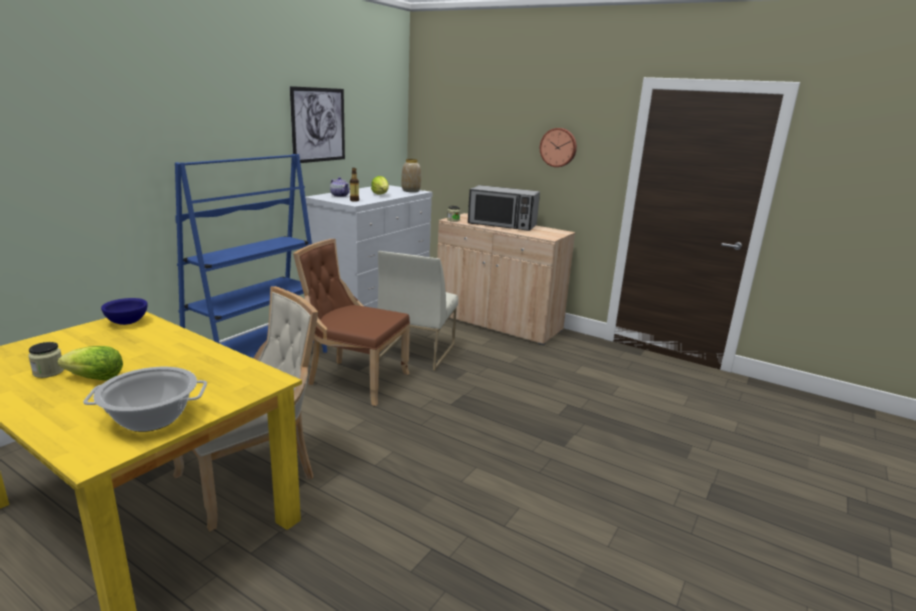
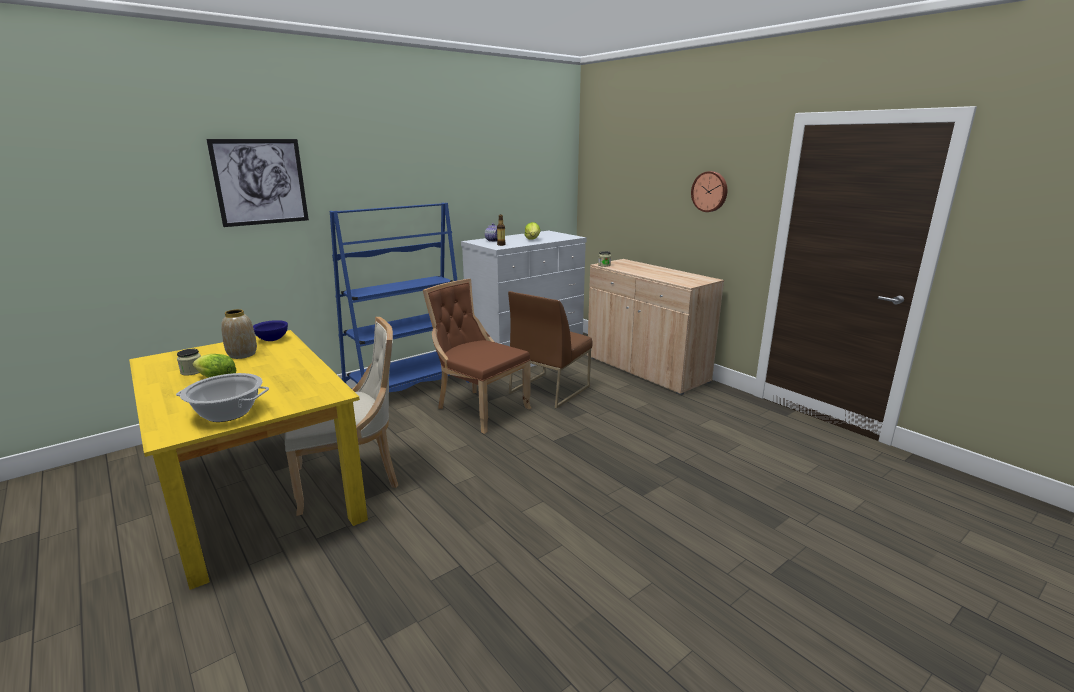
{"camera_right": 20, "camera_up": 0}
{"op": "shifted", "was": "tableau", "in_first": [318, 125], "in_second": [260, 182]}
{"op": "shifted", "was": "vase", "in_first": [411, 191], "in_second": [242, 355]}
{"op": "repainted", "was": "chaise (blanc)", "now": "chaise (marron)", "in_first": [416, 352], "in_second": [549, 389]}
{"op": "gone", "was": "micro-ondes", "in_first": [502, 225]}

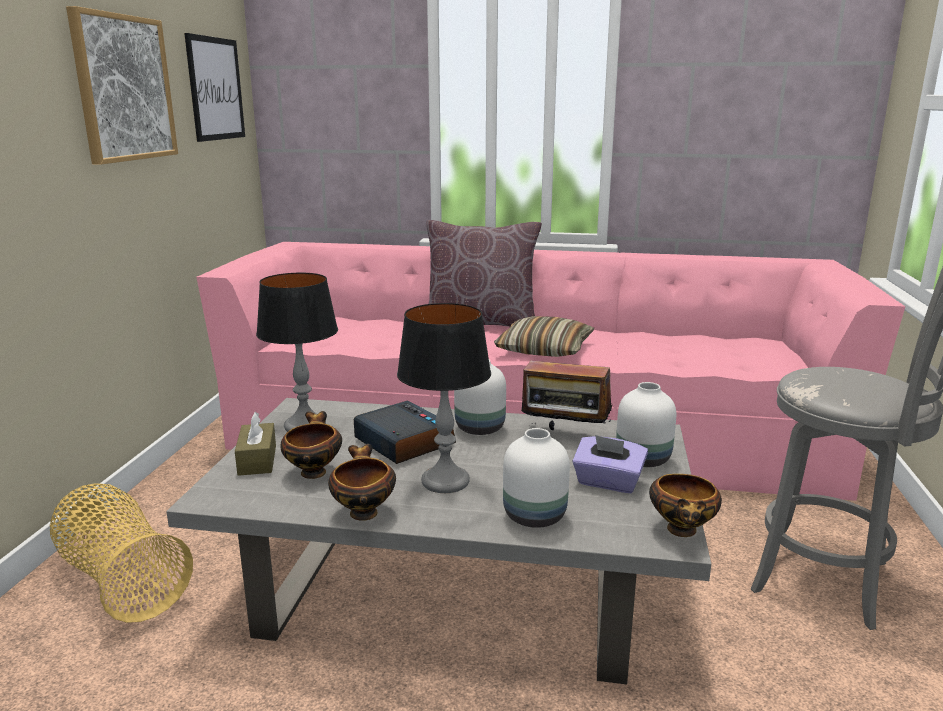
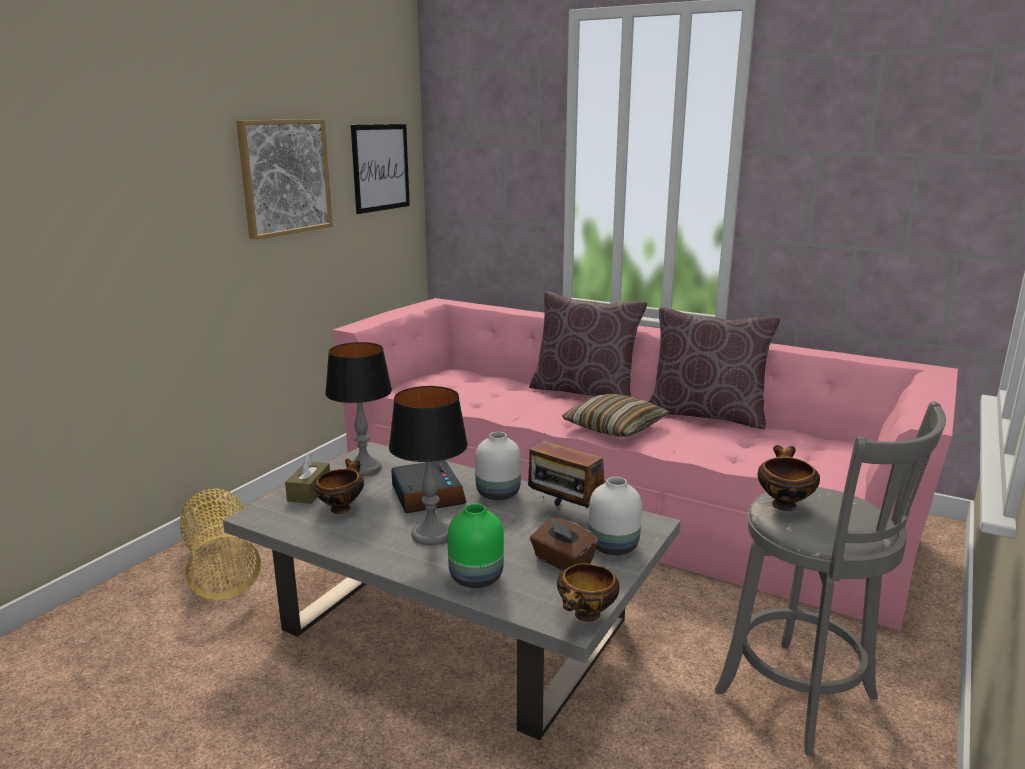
{"camera_right": 20, "camera_up": 0}
{"op": "repainted", "was": "vase (blanc)", "now": "vase (vert)", "in_first": [536, 516], "in_second": [477, 577]}
{"op": "repainted", "was": "boîte à mouchoirs (violet)", "now": "boîte à mouchoirs (marron)", "in_first": [608, 482], "in_second": [562, 561]}
{"op": "new", "now": "coussin (marron)", "in_second": [706, 415]}
{"op": "shifted", "was": "bol", "in_first": [363, 512], "in_second": [783, 504]}

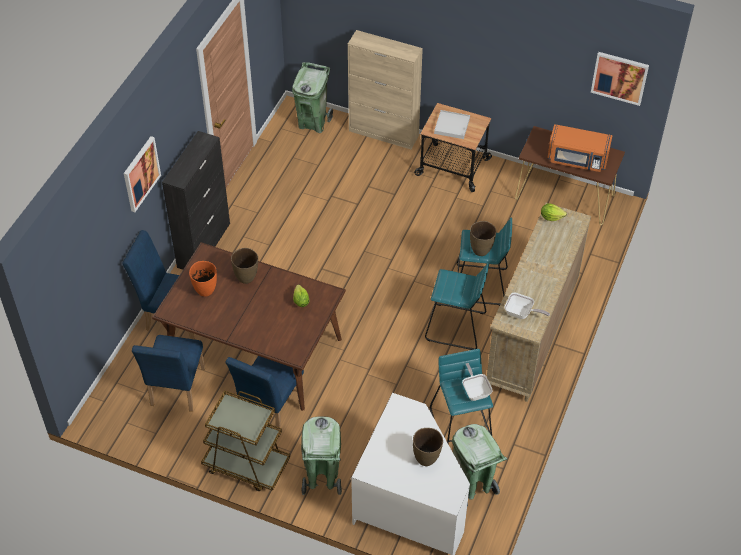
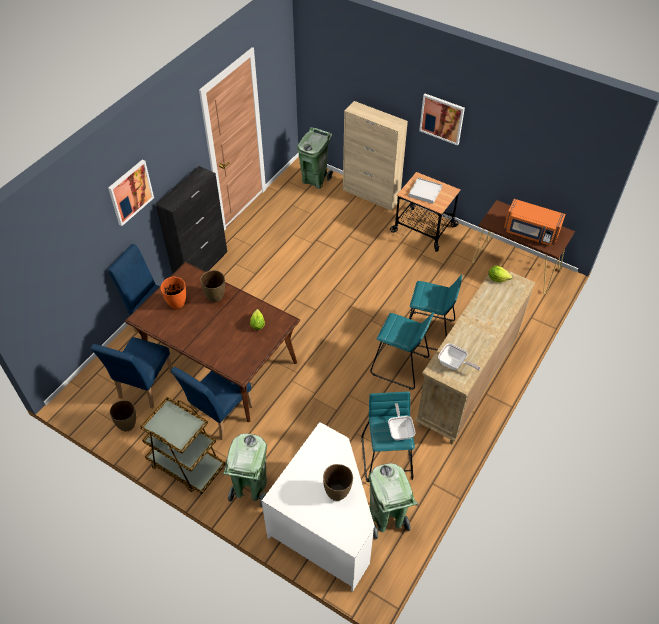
{"camera_right": 10, "camera_up": 0}
{"op": "shifted", "was": "vase (marron)", "in_first": [481, 250], "in_second": [127, 425]}
{"op": "shifted", "was": "tableau", "in_first": [619, 77], "in_second": [442, 118]}

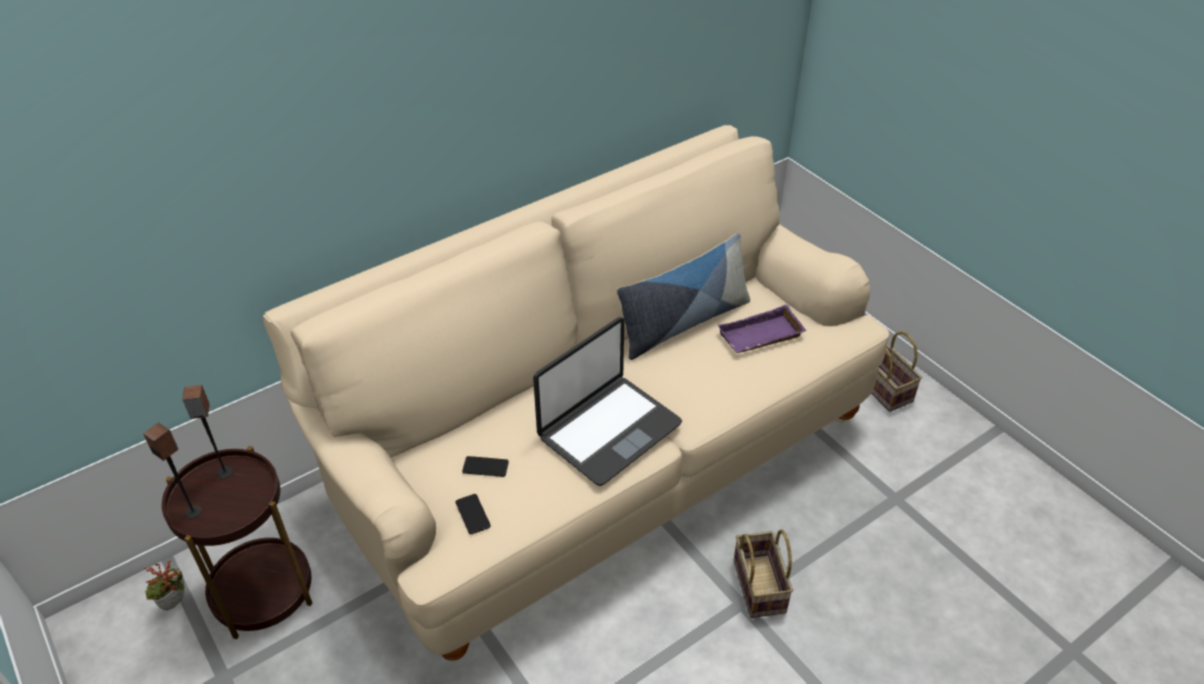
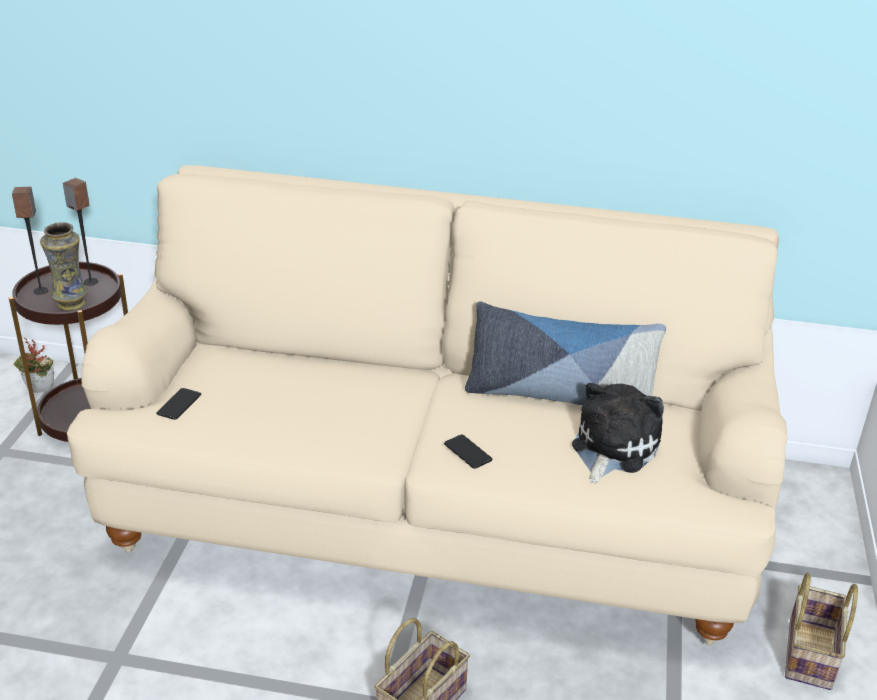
{"camera_right": 45, "camera_up": -10}
{"op": "new", "now": "vase", "in_second": [71, 304]}
{"op": "shifted", "was": "téléphone", "in_first": [485, 467], "in_second": [467, 452]}
{"op": "swapped", "was": "plateau (violet)", "now": "peluche", "in_first": [760, 337], "in_second": [612, 448]}
{"op": "gone", "was": "ordinateur portable", "in_first": [608, 430]}

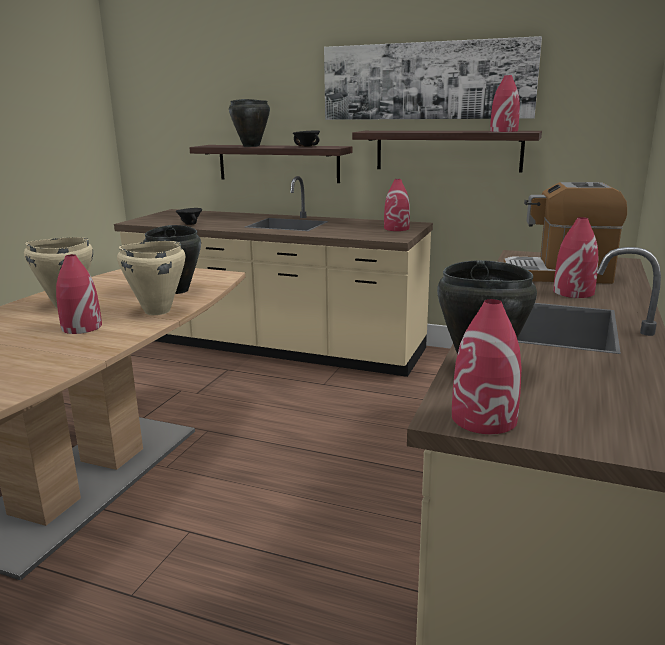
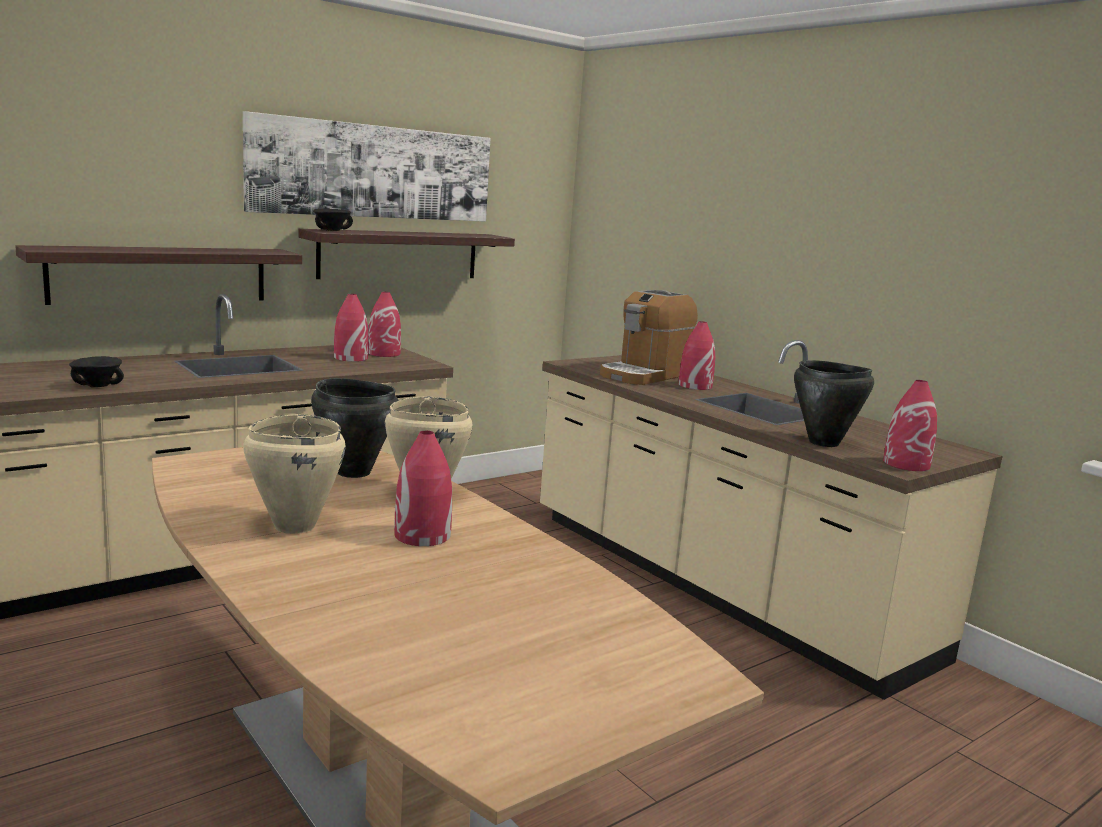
{"camera_right": -60, "camera_up": -5}
{"op": "shifted", "was": "bol (noir)", "in_first": [307, 147], "in_second": [332, 231]}
{"op": "shifted", "was": "vase (rouge)", "in_first": [503, 131], "in_second": [350, 358]}
{"op": "gone", "was": "marmite (noir)", "in_first": [251, 146]}

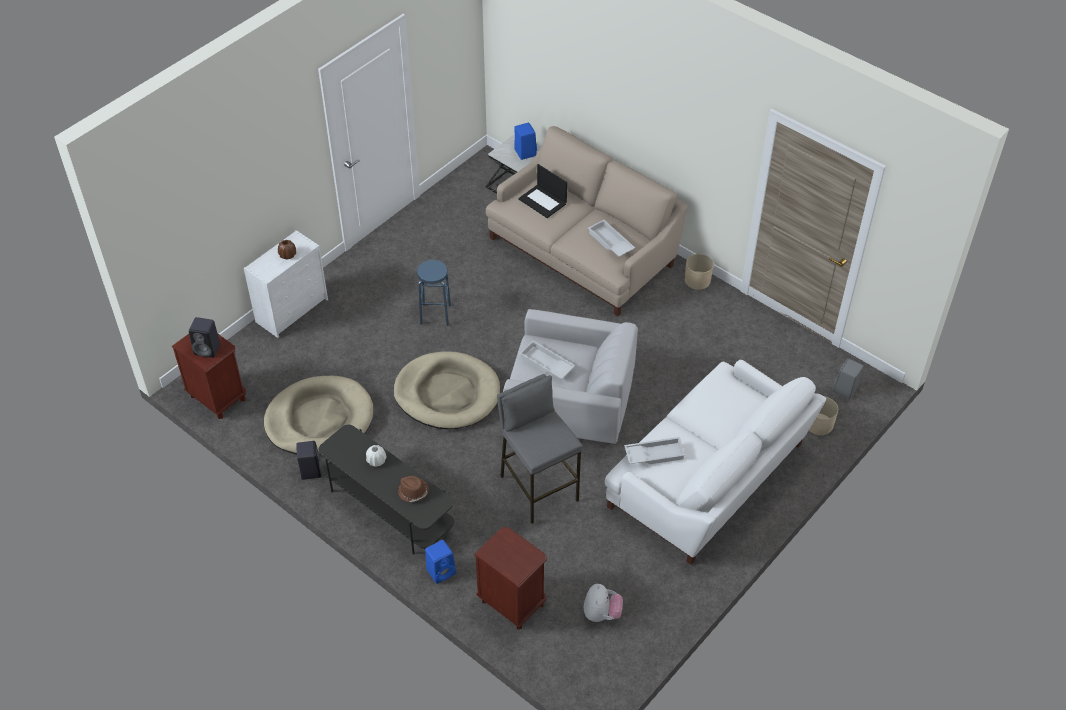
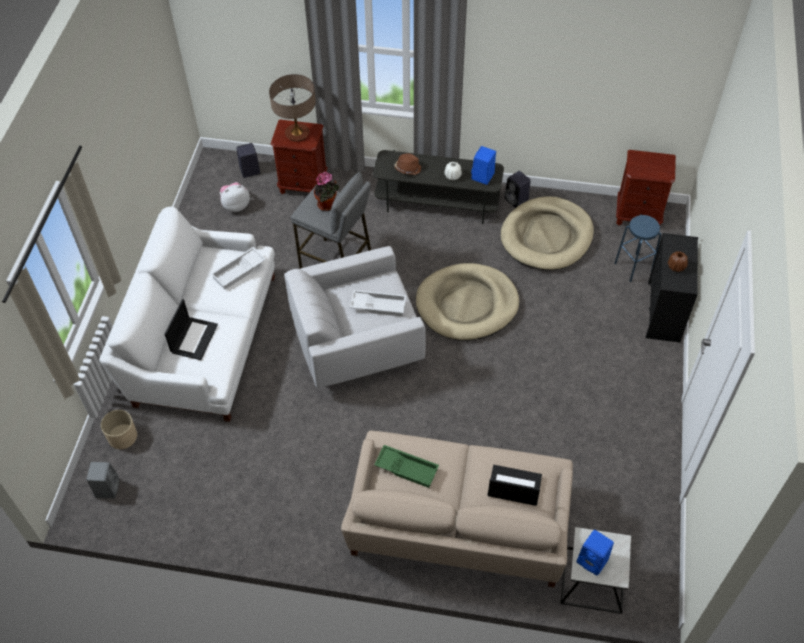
{"camera_right": 150, "camera_up": 5}
{"op": "new", "now": "ordinateur portable", "in_second": [194, 338]}
{"op": "rotated", "was": "peluche", "in_first": [601, 613], "in_second": [236, 205], "clockwise": 90}
{"op": "shifted", "was": "enceinte (noir)", "in_first": [208, 349], "in_second": [249, 171]}
{"op": "new", "now": "lampe de table", "in_second": [297, 134]}
{"op": "new", "now": "plante en pot", "in_second": [327, 205]}
{"op": "repainted", "was": "plateau (blanc)", "now": "plateau (vert)", "in_first": [610, 242], "in_second": [407, 468]}
{"op": "shifted", "was": "enceinte (bleu)", "in_first": [441, 571], "in_second": [482, 177]}
{"op": "shifted", "was": "tabouret (bleu)", "in_first": [435, 314], "in_second": [633, 267]}
{"op": "repainted", "was": "commode (blanc)", "now": "commode (noir)", "in_first": [292, 310], "in_second": [663, 313]}
{"op": "gone", "was": "cache-pot (beige)", "in_first": [697, 280]}

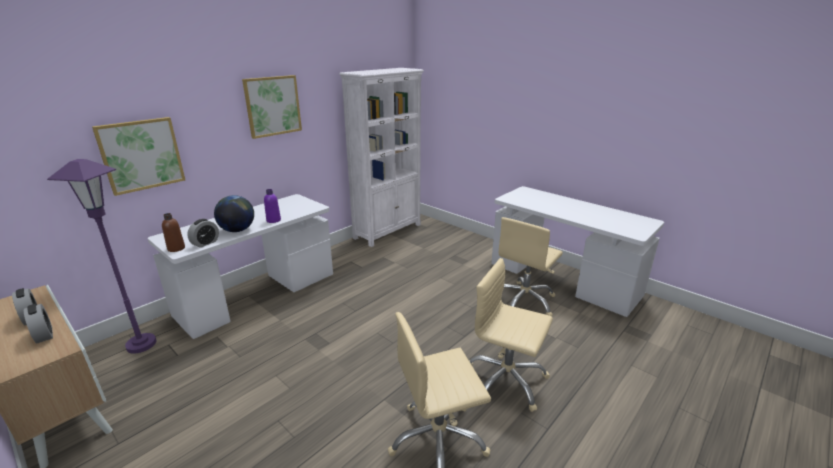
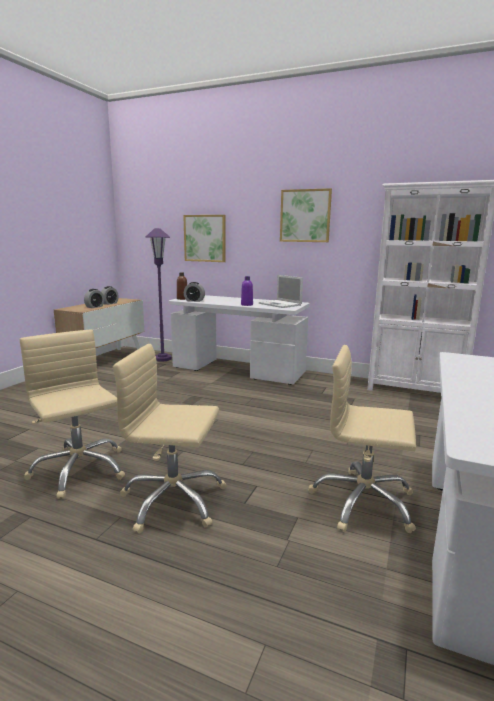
{"camera_right": 70, "camera_up": -10}
{"op": "rotated", "was": "chaise de bureau (beige)", "in_first": [506, 380], "in_second": [173, 500], "clockwise": -90}
{"op": "new", "now": "ordinateur portable", "in_second": [280, 304]}
{"op": "gone", "was": "globe", "in_first": [237, 230]}

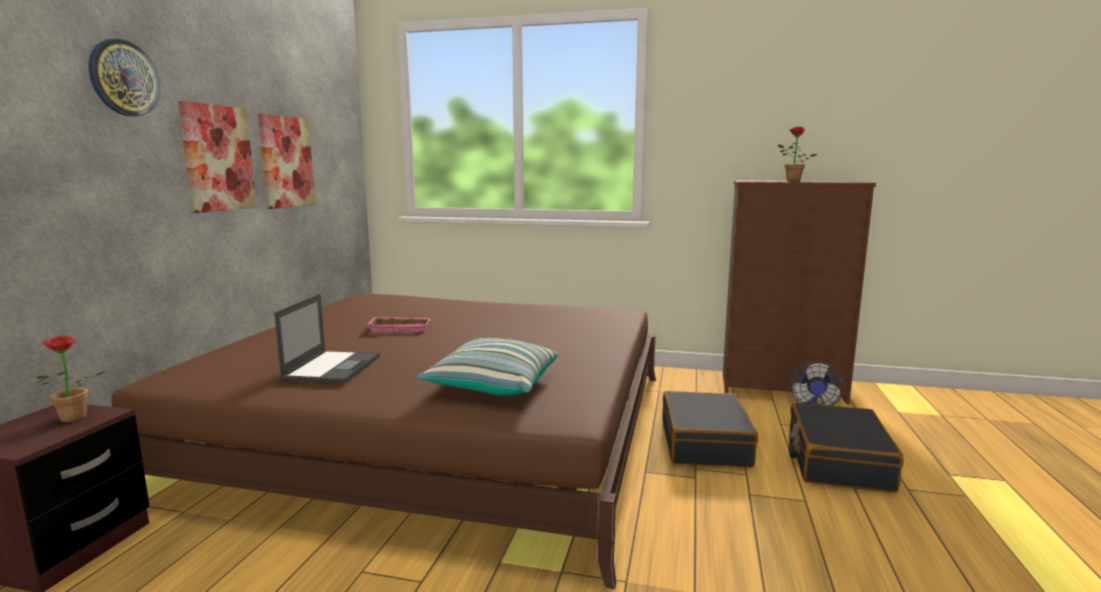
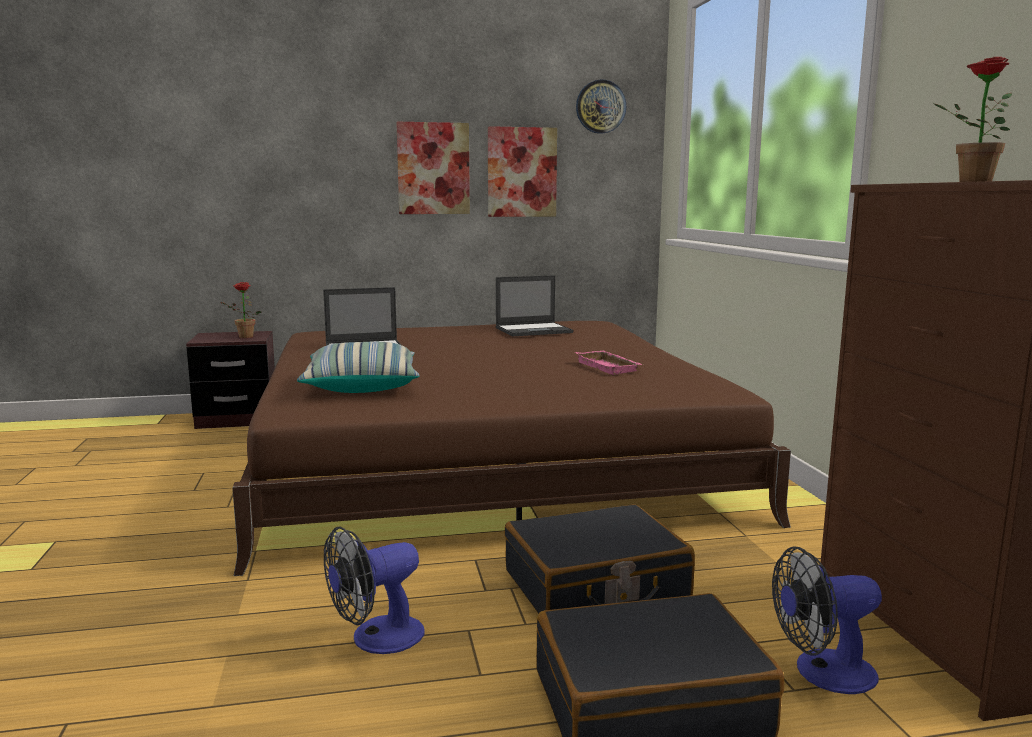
{"camera_right": 65, "camera_up": 0}
{"op": "new", "now": "ventilateur", "in_second": [376, 639]}
{"op": "new", "now": "ordinateur portable", "in_second": [534, 330]}
{"op": "shifted", "was": "plateau (rose)", "in_first": [401, 328], "in_second": [609, 367]}
{"op": "shifted", "was": "horloge murale", "in_first": [123, 78], "in_second": [600, 107]}

